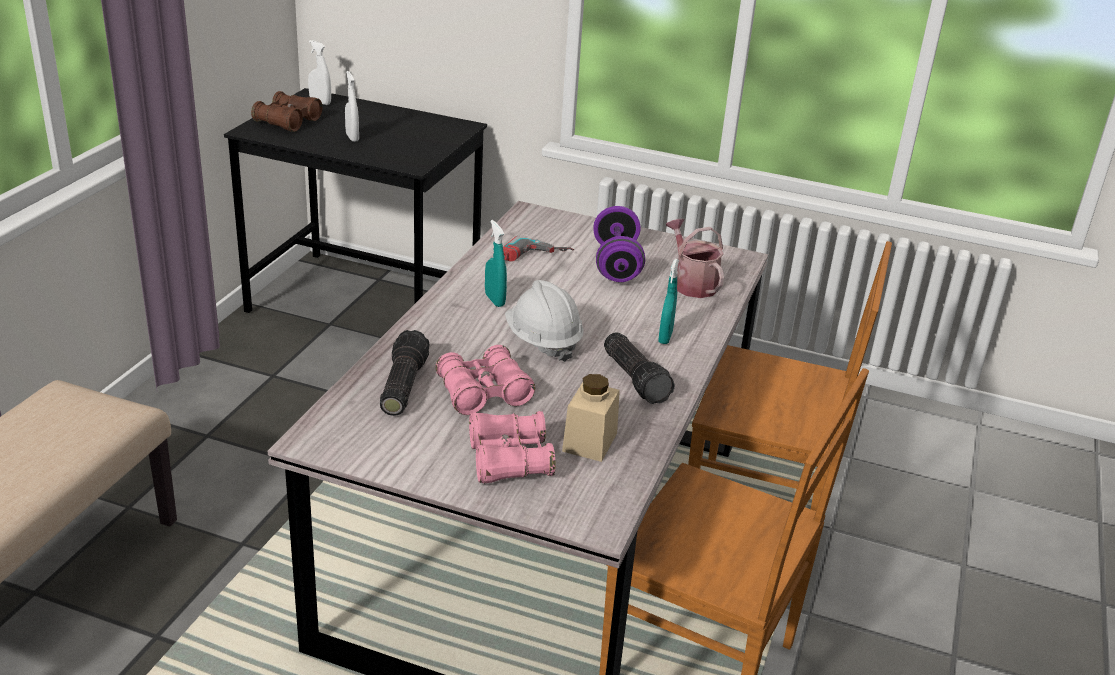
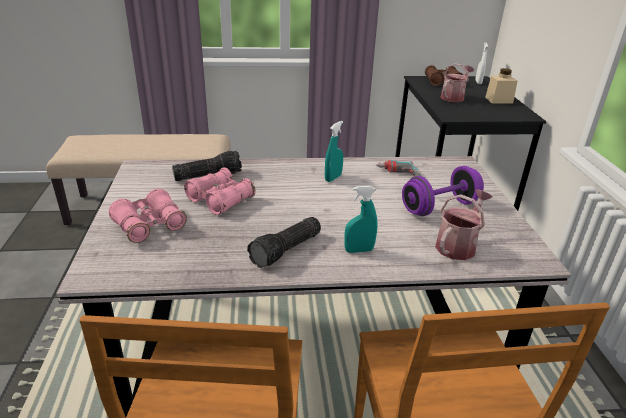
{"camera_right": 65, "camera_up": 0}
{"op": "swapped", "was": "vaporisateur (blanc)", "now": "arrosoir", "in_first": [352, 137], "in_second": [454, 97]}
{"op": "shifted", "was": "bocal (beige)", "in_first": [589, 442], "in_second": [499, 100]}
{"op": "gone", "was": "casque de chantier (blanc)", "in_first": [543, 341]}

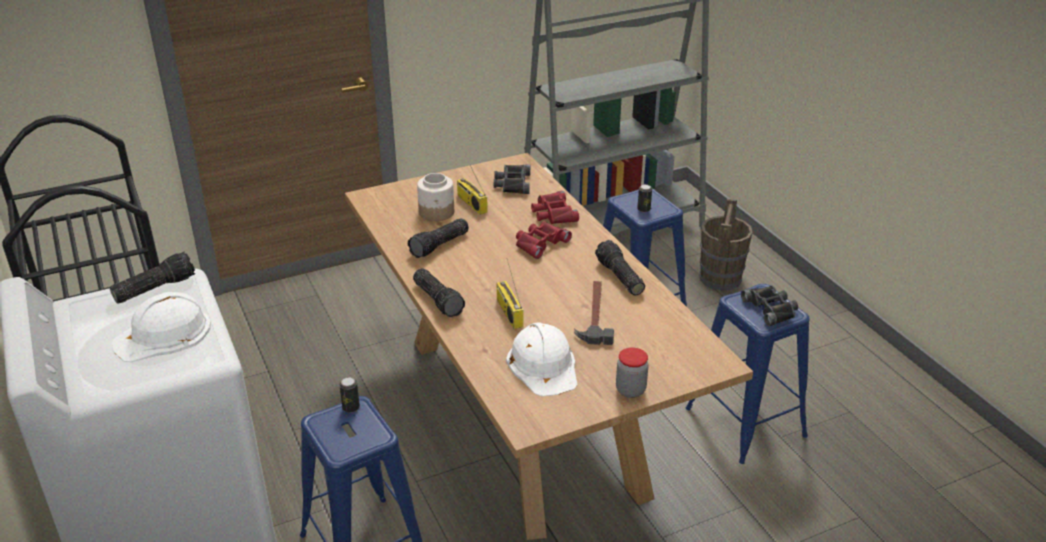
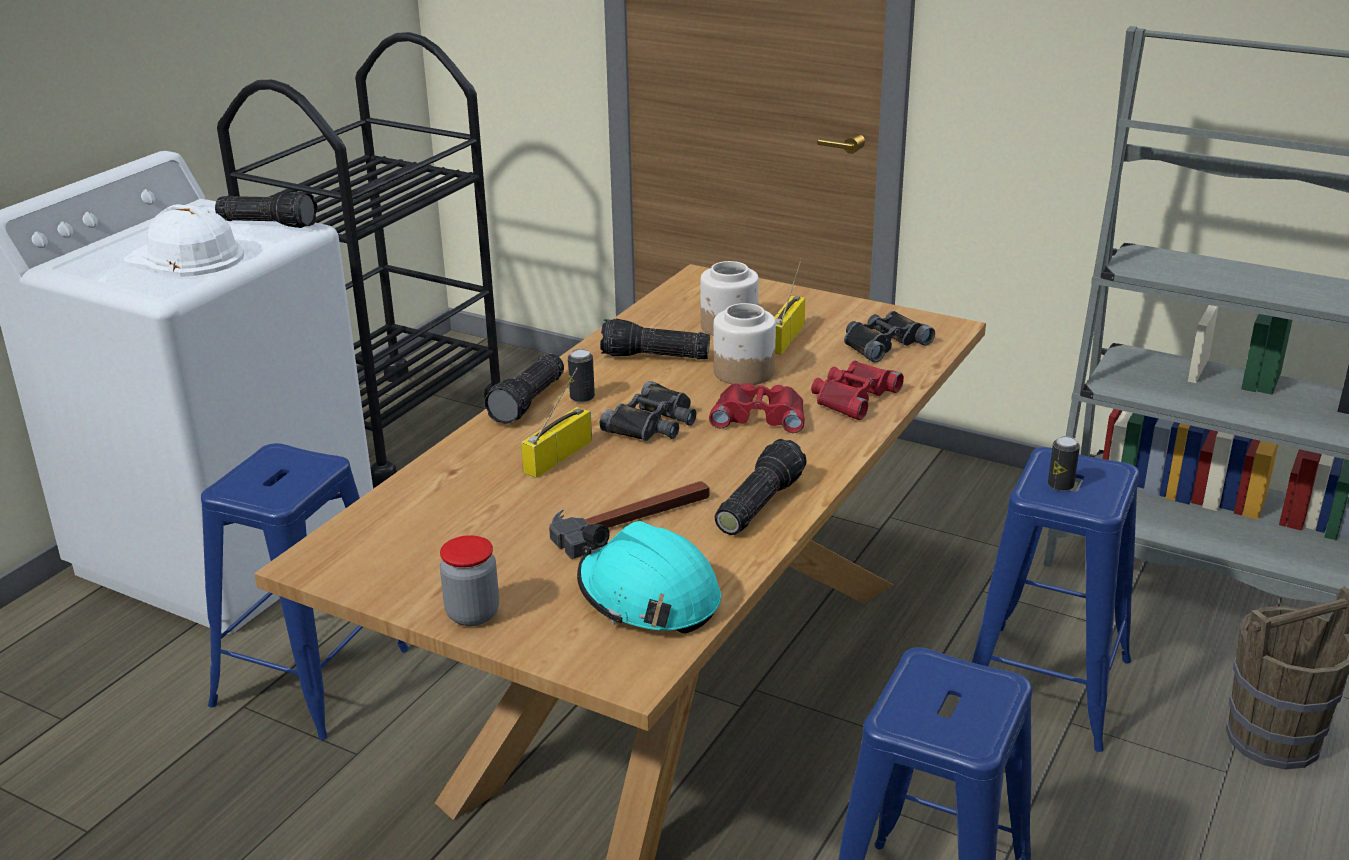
{"camera_right": 55, "camera_up": -5}
{"op": "shifted", "was": "boîte métallique", "in_first": [351, 407], "in_second": [582, 397]}
{"op": "new", "now": "casque de chantier (turquoise)", "in_second": [648, 597]}
{"op": "shifted", "was": "jumelles (noir)", "in_first": [771, 309], "in_second": [653, 423]}
{"op": "new", "now": "bocal", "in_second": [743, 372]}
{"op": "gone", "was": "casque de chantier (blanc)", "in_first": [544, 365]}

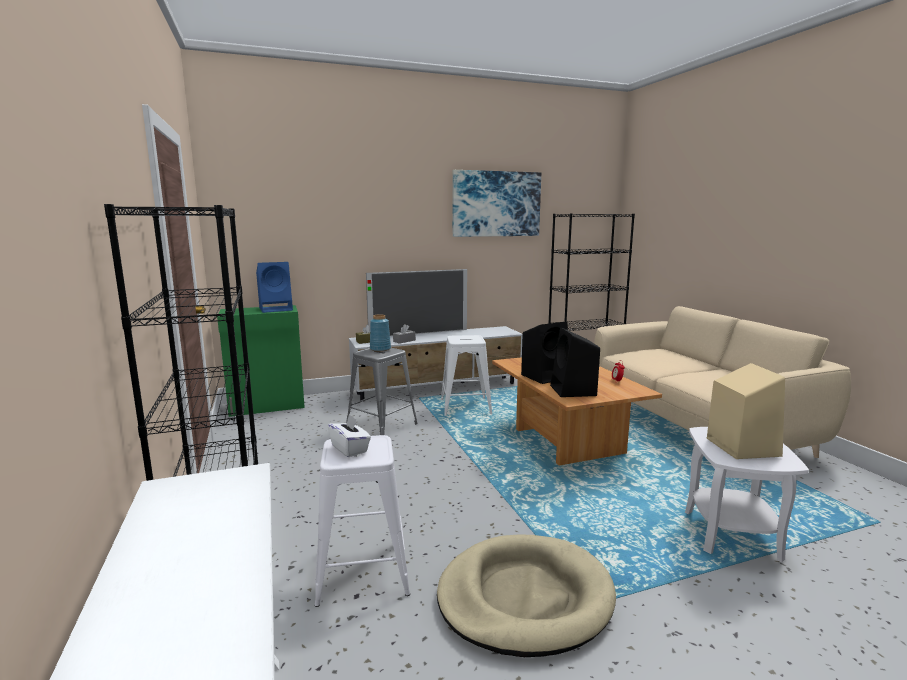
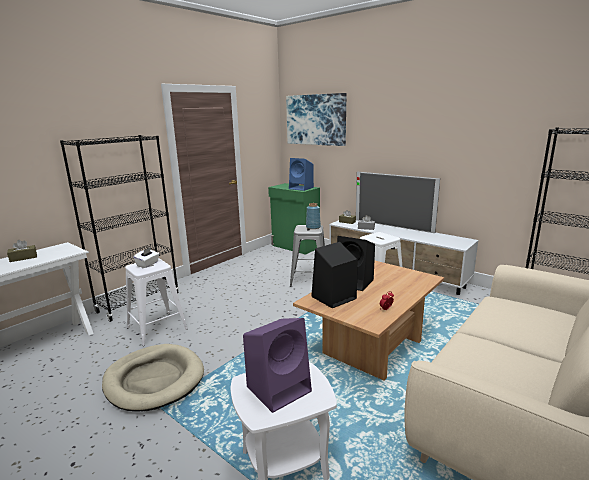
{"camera_right": 60, "camera_up": 5}
{"op": "new", "now": "boîte à mouchoirs (marron)", "in_second": [23, 258]}
{"op": "repainted", "was": "enceinte (beige)", "now": "enceinte (violet)", "in_first": [741, 446], "in_second": [280, 388]}
{"op": "shifted", "was": "tableau", "in_first": [496, 204], "in_second": [315, 120]}

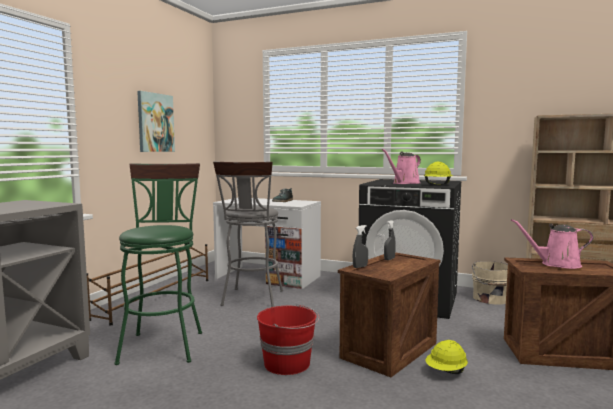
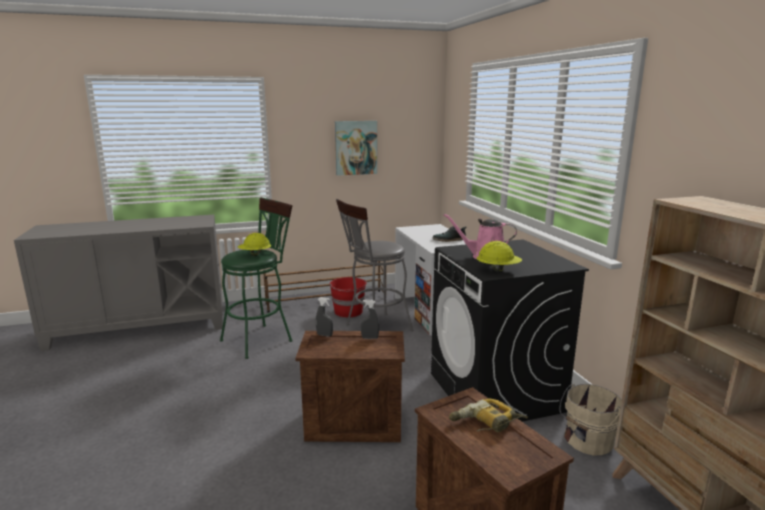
{"camera_right": 50, "camera_up": 10}
{"op": "shifted", "was": "casque de chantier (jaune)", "in_first": [446, 372], "in_second": [255, 254]}
{"op": "shifted", "was": "seau (rouge)", "in_first": [288, 363], "in_second": [348, 312]}
{"op": "swapped", "was": "arrosoir (rose)", "now": "perceuse", "in_first": [556, 264], "in_second": [486, 423]}

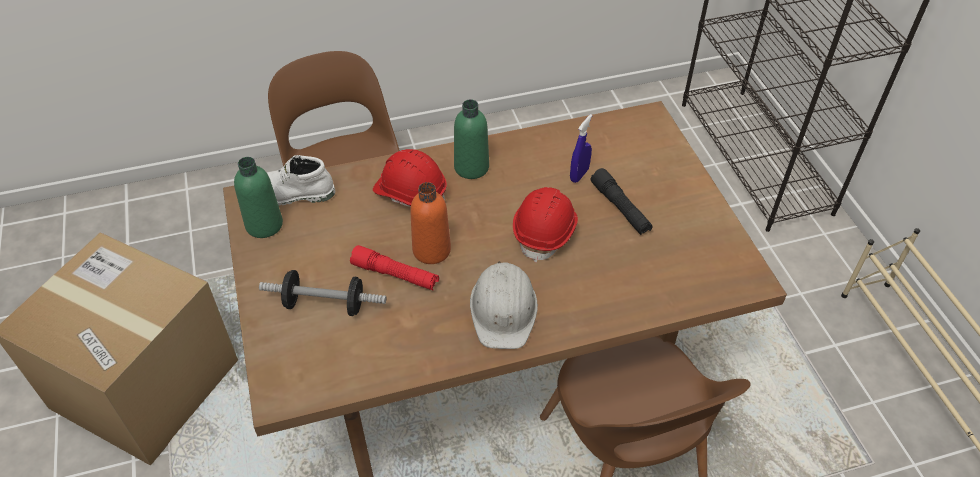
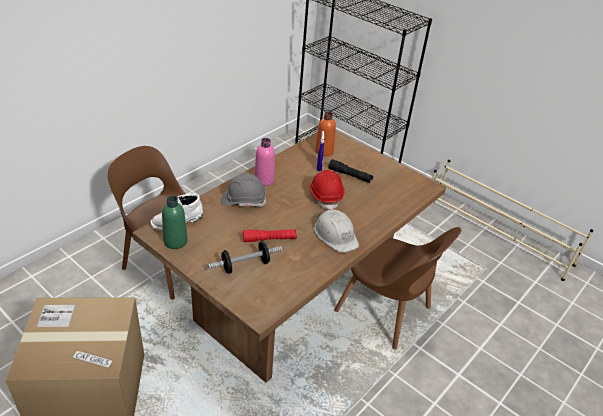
{"camera_right": -35, "camera_up": -10}
{"op": "repainted", "was": "casque de chantier (rouge)", "now": "casque de chantier (gris)", "in_first": [410, 193], "in_second": [243, 201]}
{"op": "repainted", "was": "bouteille (vert)", "now": "bouteille (rose)", "in_first": [471, 167], "in_second": [264, 180]}
{"op": "shifted", "was": "bouteille (orange)", "in_first": [431, 250], "in_second": [324, 151]}

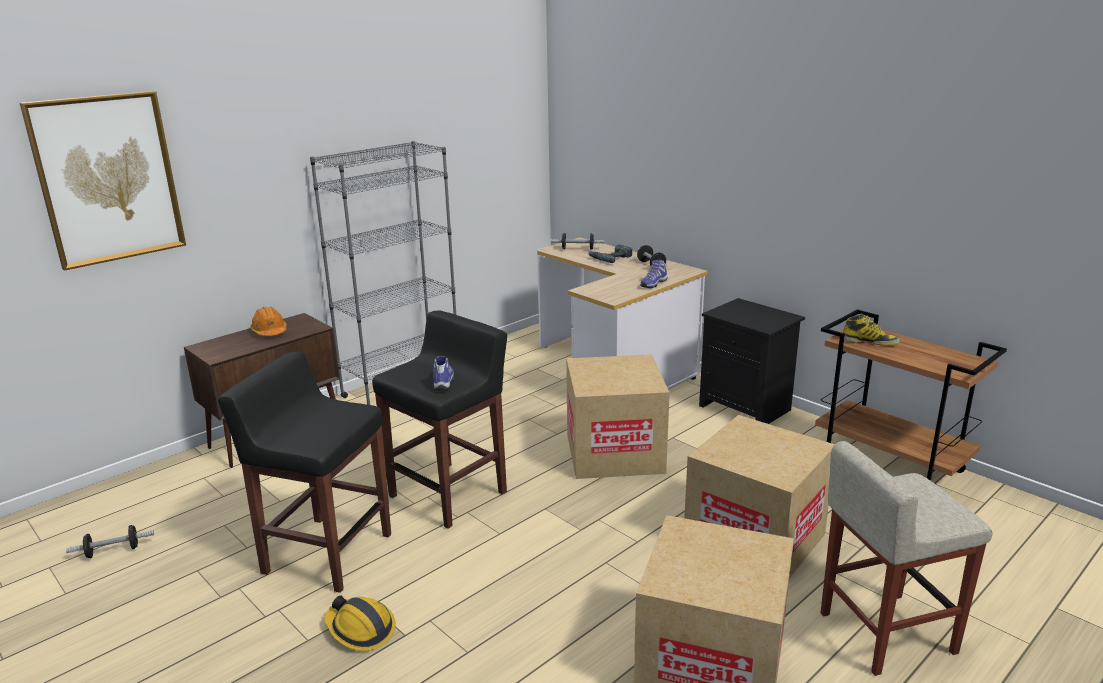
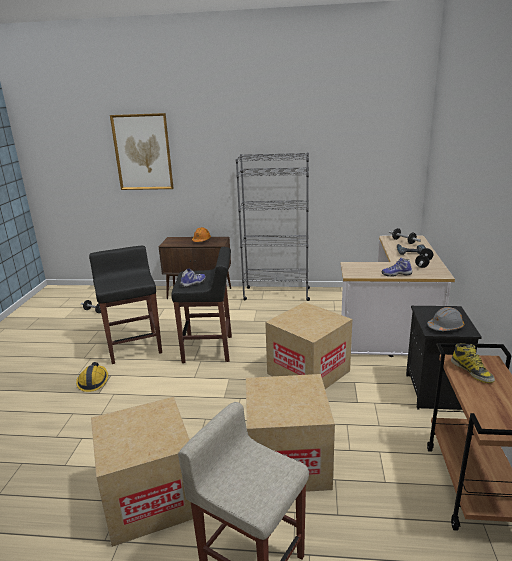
{"camera_right": 50, "camera_up": 0}
{"op": "new", "now": "casque de chantier (gris)", "in_second": [445, 327]}

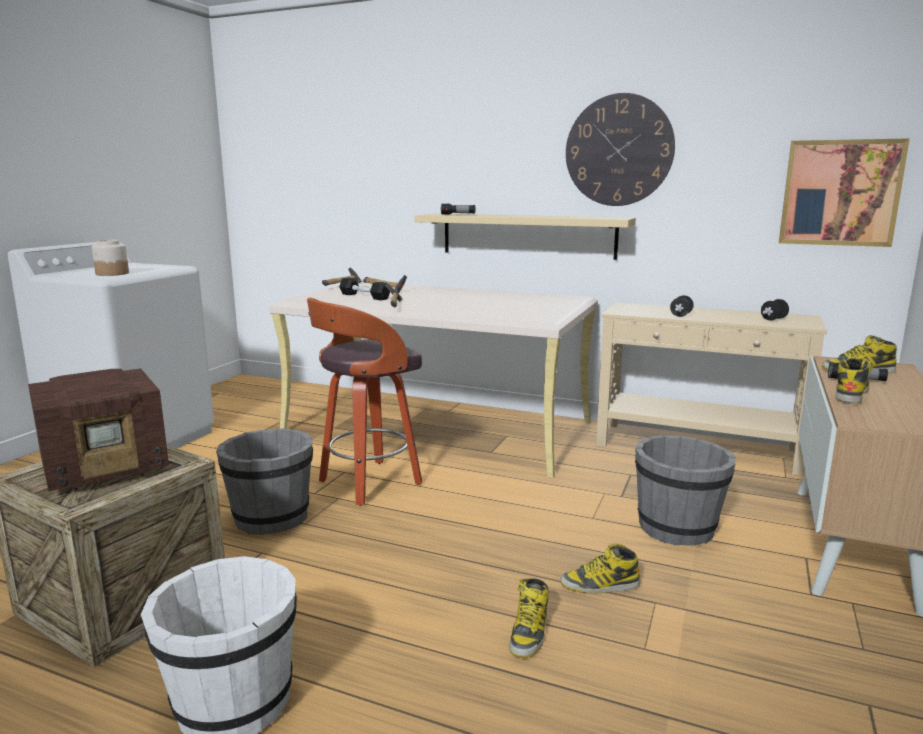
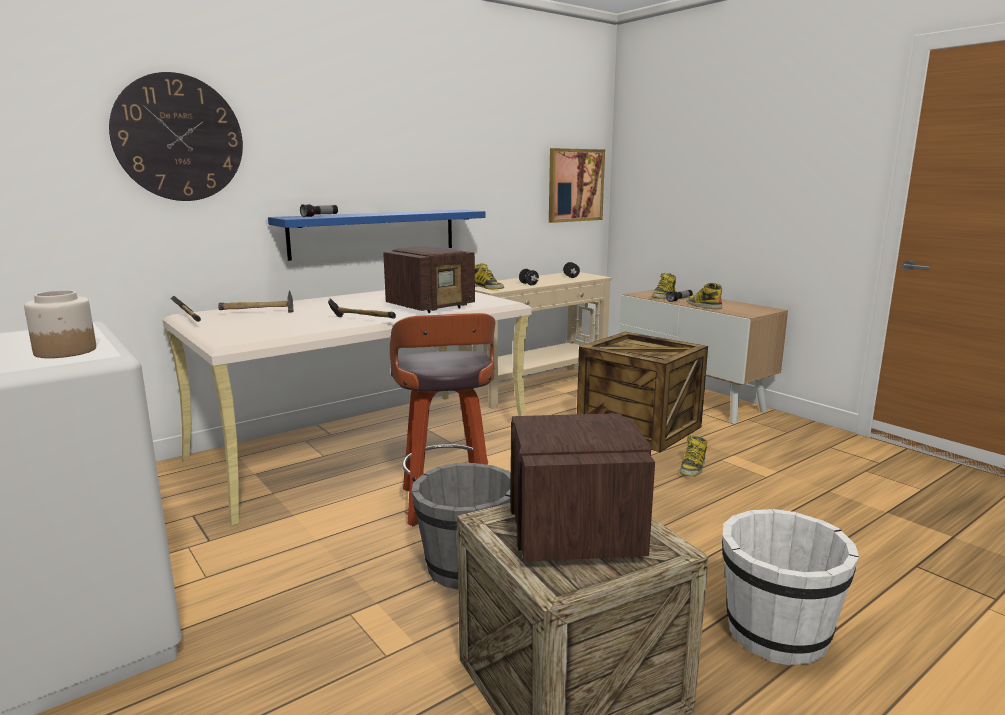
{"camera_right": -60, "camera_up": 0}
{"op": "shifted", "was": "horloge murale", "in_first": [619, 150], "in_second": [179, 138]}
{"op": "repainted", "was": "étagère (beige)", "now": "étagère (bleu)", "in_first": [527, 235], "in_second": [374, 233]}
{"op": "new", "now": "radio", "in_second": [432, 307]}
{"op": "shifted", "was": "botte", "in_first": [529, 632], "in_second": [487, 287]}
{"op": "swapped", "was": "seau (gris)", "now": "caisse", "in_first": [677, 528], "in_second": [640, 427]}
{"op": "gone", "was": "haltère (noir)", "in_first": [364, 296]}

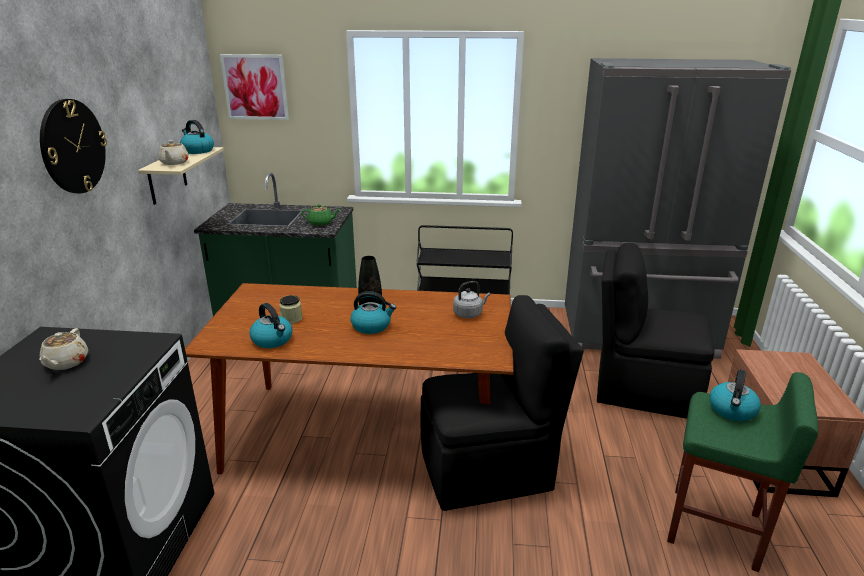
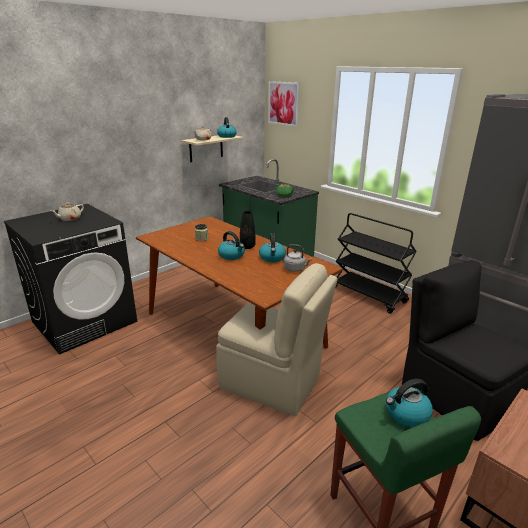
{"camera_right": 40, "camera_up": 0}
{"op": "repainted", "was": "chaise (noir)", "now": "chaise (beige)", "in_first": [489, 470], "in_second": [272, 383]}
{"op": "shifted", "was": "bouilloire", "in_first": [273, 340], "in_second": [272, 258]}
{"op": "gone", "was": "horloge murale", "in_first": [73, 146]}

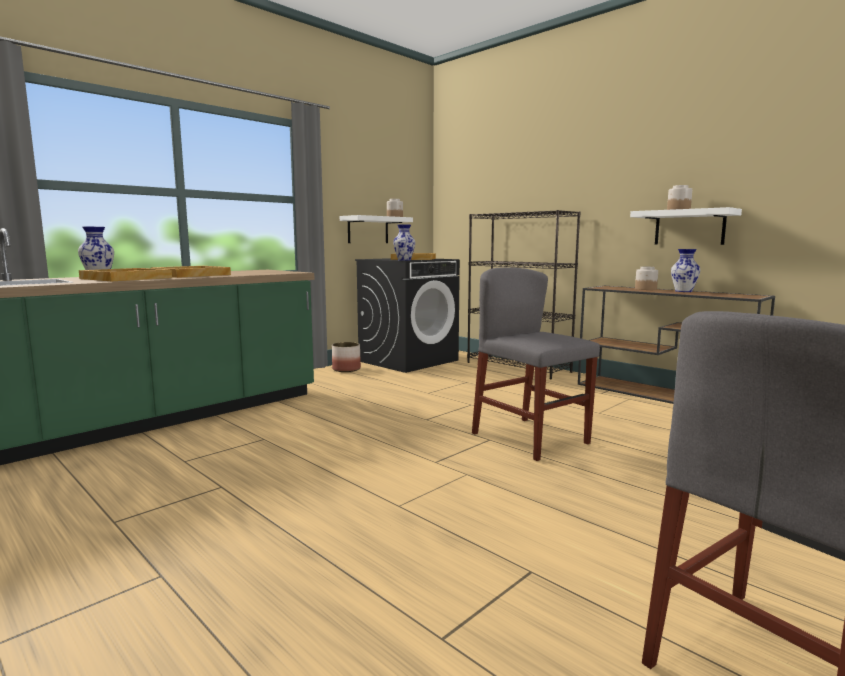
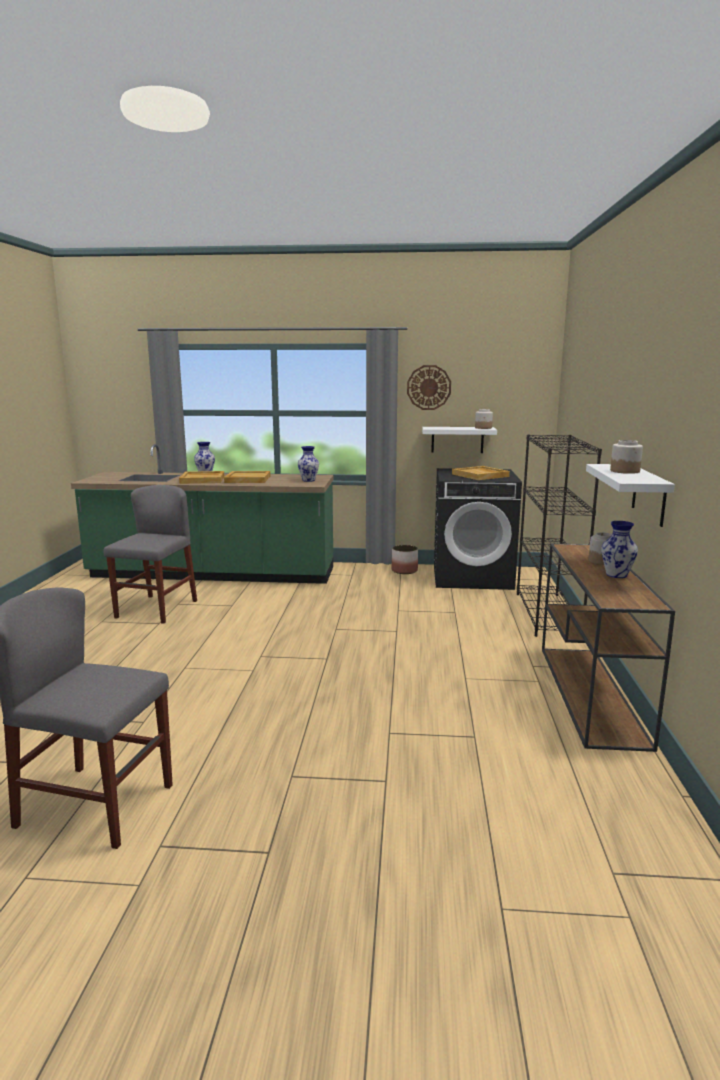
{"camera_right": 50, "camera_up": 5}
{"op": "shifted", "was": "chaise (gris)", "in_first": [530, 438], "in_second": [156, 609]}
{"op": "shifted", "was": "vase", "in_first": [404, 260], "in_second": [309, 480]}
{"op": "new", "now": "horloge murale", "in_second": [429, 387]}

